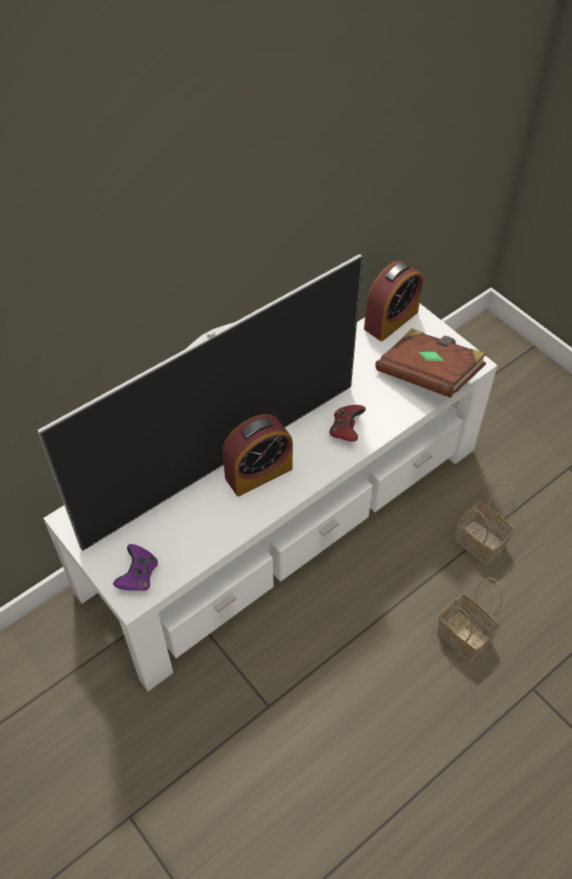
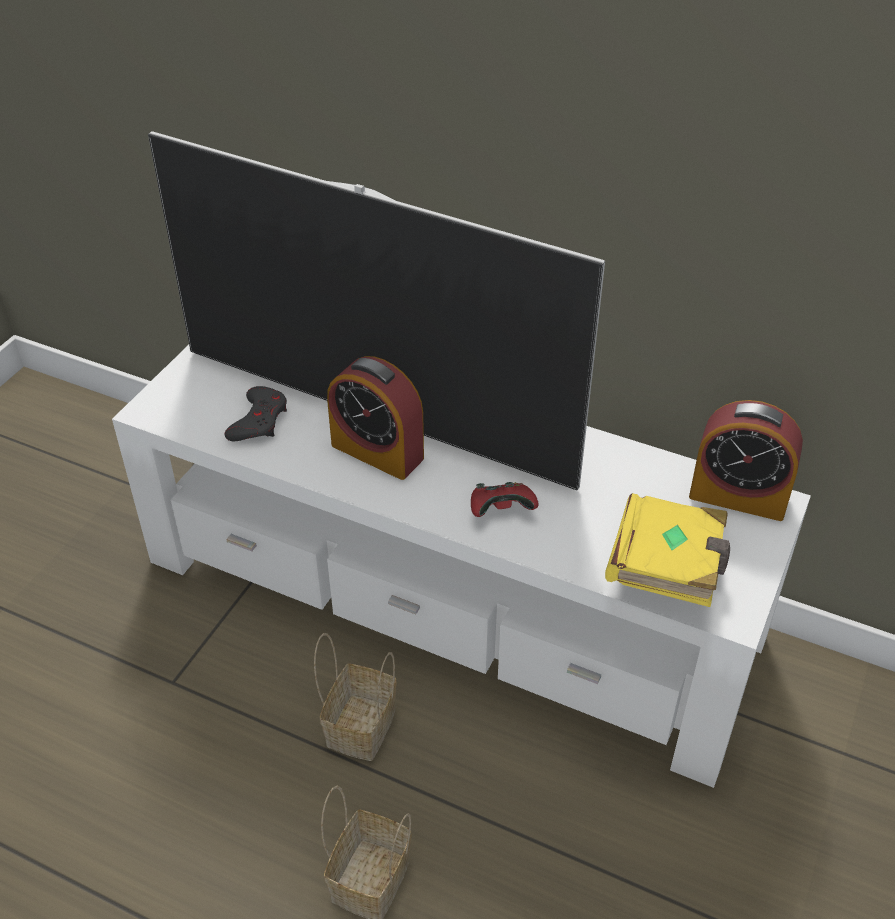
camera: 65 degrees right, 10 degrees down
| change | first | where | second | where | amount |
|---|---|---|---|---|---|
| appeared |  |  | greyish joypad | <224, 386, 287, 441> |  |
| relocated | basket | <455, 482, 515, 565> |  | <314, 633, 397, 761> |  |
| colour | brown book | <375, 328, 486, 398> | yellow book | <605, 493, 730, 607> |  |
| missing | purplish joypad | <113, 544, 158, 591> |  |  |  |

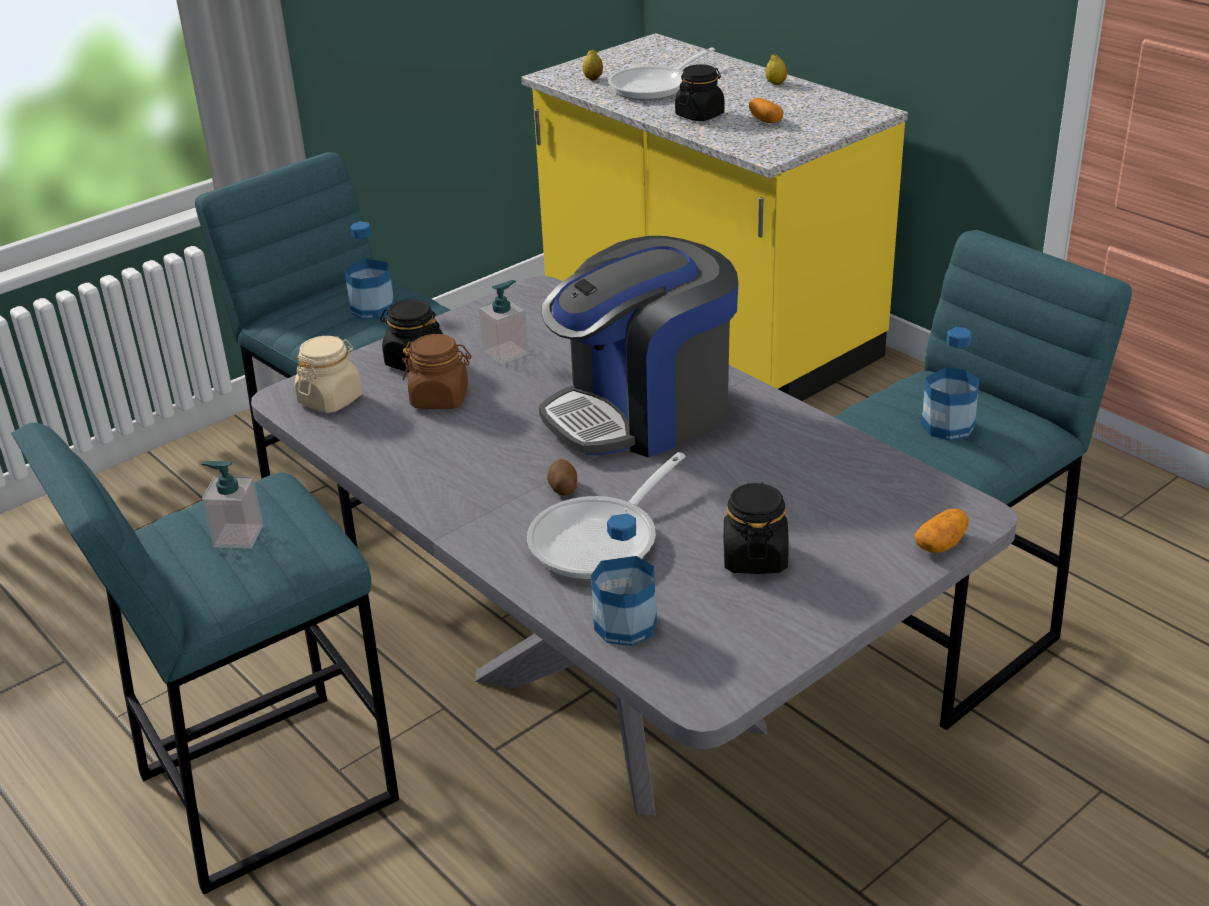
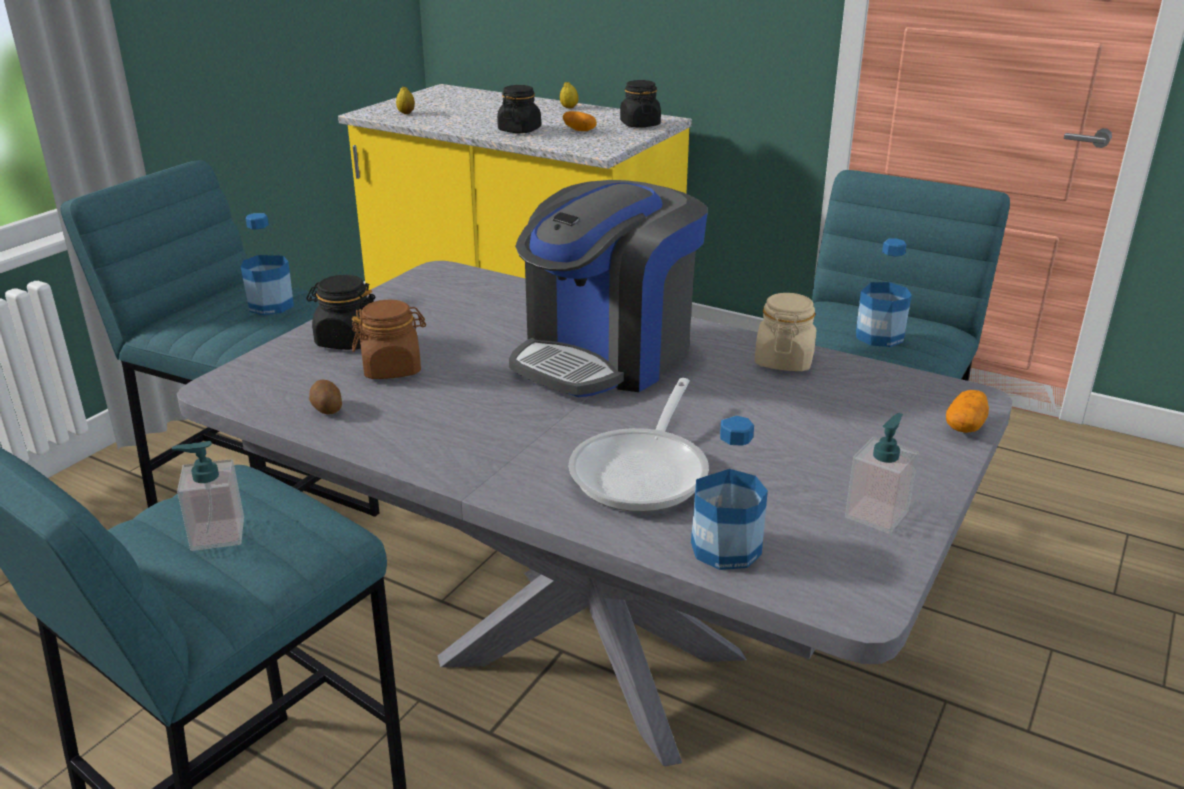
camera: 20 degrees left, 5 degrees down
| change | first | where | second | where | amount |
|---|---|---|---|---|---|
| relocated | spud | <547, 459, 577, 496> |  | <309, 379, 342, 415> |  |
| relocated | black-coloured storage jar | <724, 483, 789, 574> |  | <620, 80, 661, 128> |  |
| relocated | beige-coloured storage jar | <295, 336, 363, 413> |  | <755, 293, 816, 371> |  |
| relocated | soap dispenser | <478, 280, 529, 364> |  | <845, 413, 919, 534> |  |
| missing | frying pan | <608, 47, 715, 100> |  |  |  |

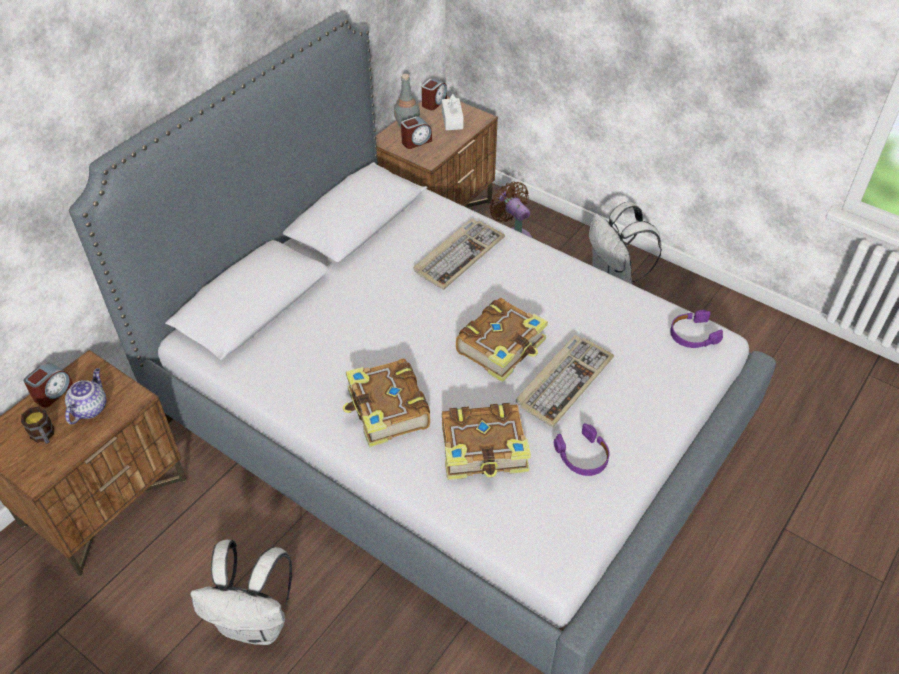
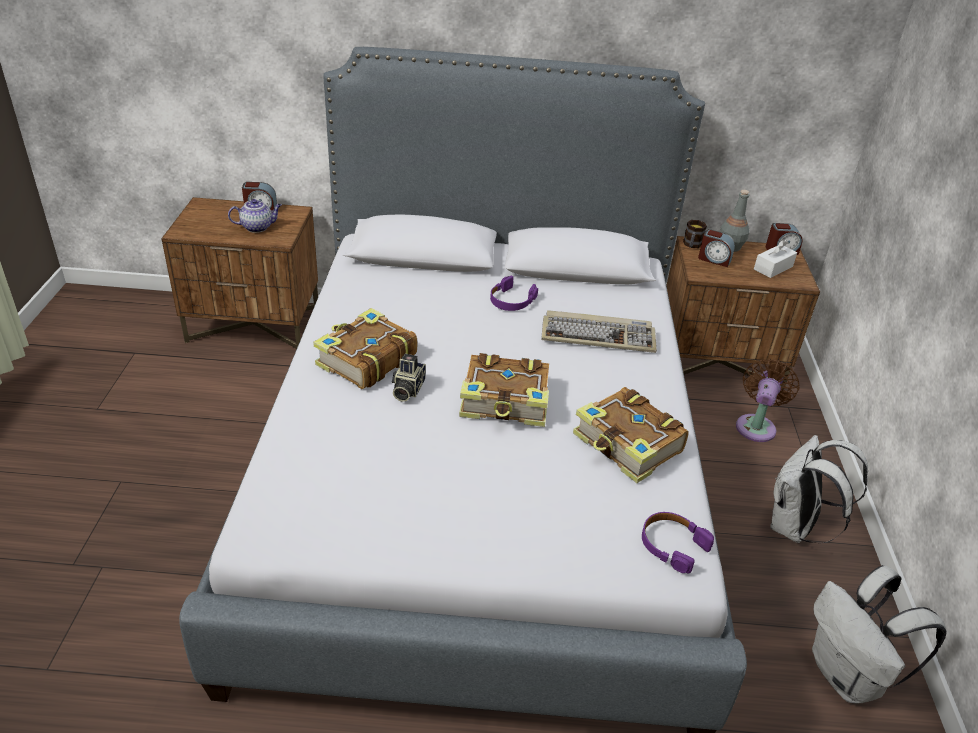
camera: 55 degrees right, 10 degrees down
| change | first | where | second | where | amount |
|---|---|---|---|---|---|
| appeared |  |  | photo camera | <392, 354, 426, 402> |  |
| relocated | purplish headset | <554, 423, 610, 476> |  | <490, 276, 538, 311> |  |
| relocated | book | <442, 403, 531, 480> |  | <573, 387, 689, 483> |  |
| relocated | coffee mug | <21, 406, 54, 444> |  | <683, 220, 707, 248> |  |
| relocated | whitish backpack | <190, 539, 292, 645> |  | <812, 565, 947, 704> |  |
| missing | keyboard | <516, 335, 614, 427> |  |  |  |

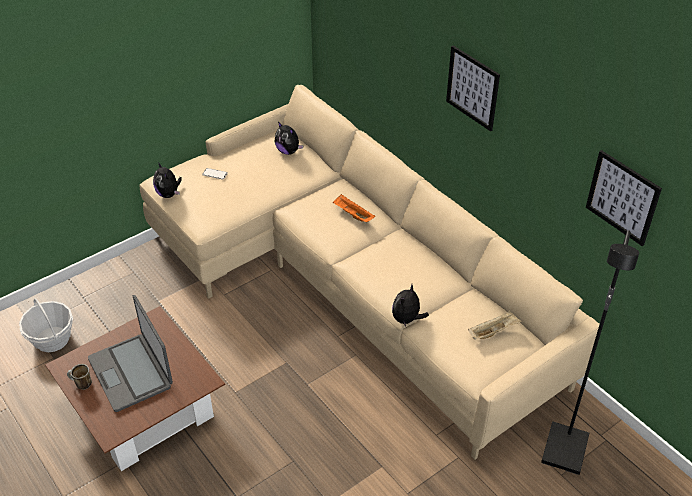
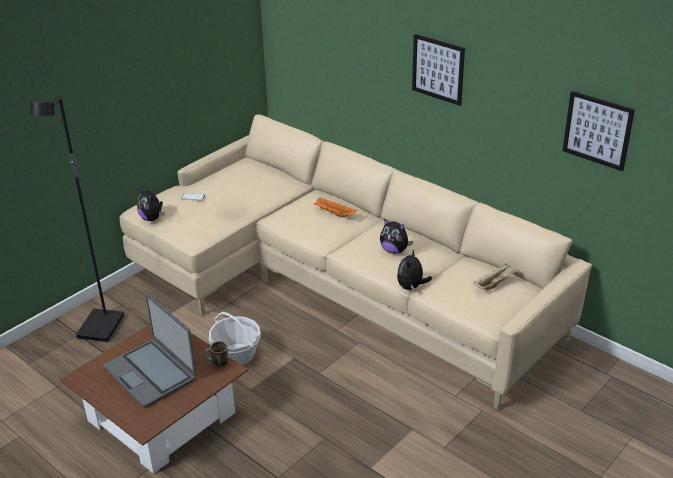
camera: 10 degrees left, 10 degrees down
| change | first | where | second | where | amount |
|---|---|---|---|---|---|
| relocated | black-coloured standard lamp | <541, 230, 639, 475> |  | <30, 96, 124, 342> |  |
| relocated | coffee mug | <67, 364, 92, 390> |  | <205, 341, 228, 368> |  |
| relocated | basket | <19, 298, 73, 352> |  | <209, 312, 261, 365> |  |
| relocated | soft toy | <274, 122, 303, 155> |  | <380, 218, 413, 254> |  |

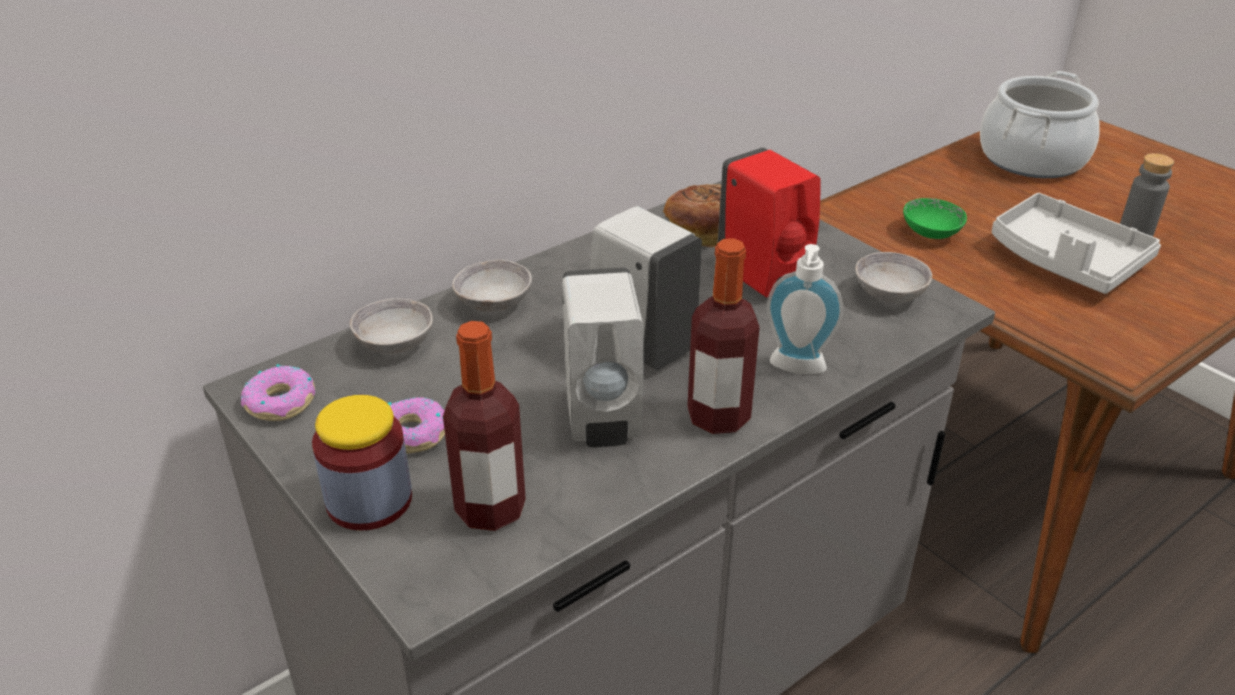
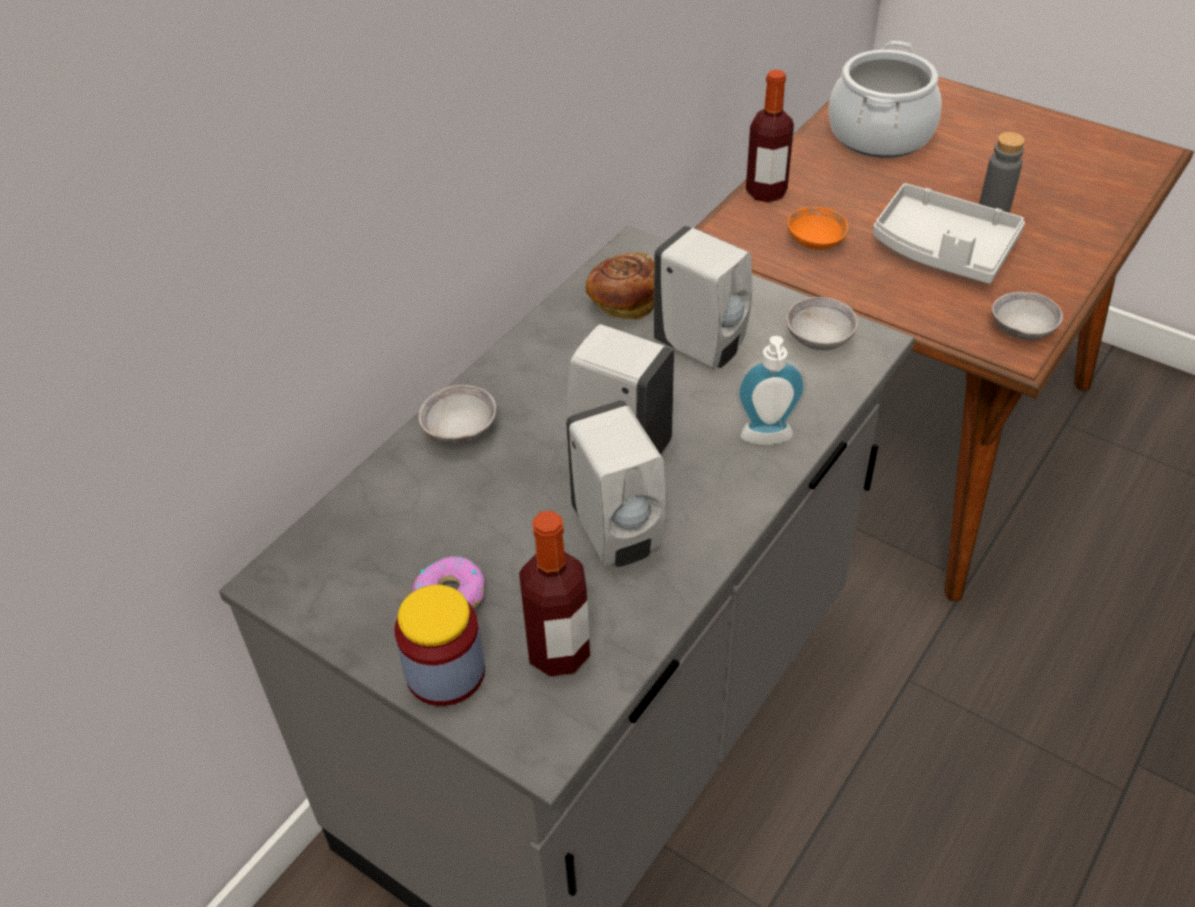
camera: 15 degrees left, 10 degrees up
| change | first | where | second | where | amount |
|---|---|---|---|---|---|
| colour | red-coloured soap dispenser | <718, 147, 821, 297> | whitish soap dispenser | <654, 226, 752, 369> |  |
| relocated | beverage bottle | <687, 238, 760, 434> |  | <746, 69, 794, 202> |  |
| colour | green-coloured serving bowl | <903, 198, 967, 239> | orange-coloured serving bowl | <787, 207, 849, 250> |  |
| relocated | greyish serving bowl | <350, 298, 433, 354> |  | <992, 292, 1063, 340> |  |
| missing | ring doughnut | <241, 364, 315, 421> |  |  |  |

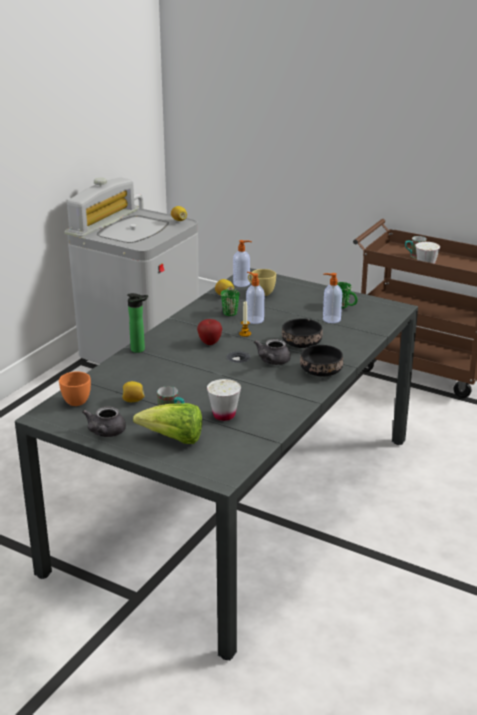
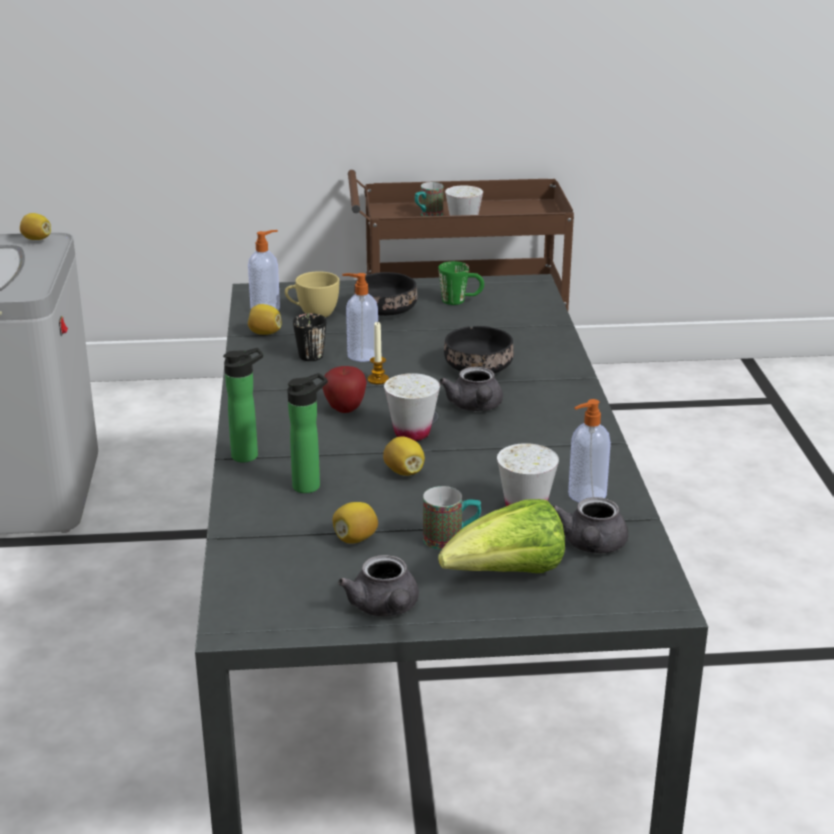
camera: 35 degrees left, 0 degrees up
| change | first | where | second | where | amount |
|---|---|---|---|---|---|
| appeared |  |  | beverage bottle | <287, 373, 328, 493> |  |
| colour | green-coloured coffee mug | <221, 289, 240, 316> | black-coloured coffee mug | <293, 313, 326, 361> |  |
| relocated | black-coloured serving bowl | <300, 345, 343, 377> |  | <354, 272, 417, 316> |  |
| appeared |  |  | lemon | <383, 436, 425, 476> |  |
| appeared |  |  | whitish drinking cup | <384, 373, 440, 441> |  |
| appeared |  |  | greyish teapot | <553, 497, 628, 553> |  |
| relocated | soap dispenser | <323, 273, 342, 323> |  | <568, 399, 611, 503> |  |
| missing | orange-coloured drinking cup | <59, 371, 91, 406> |  |  |  |

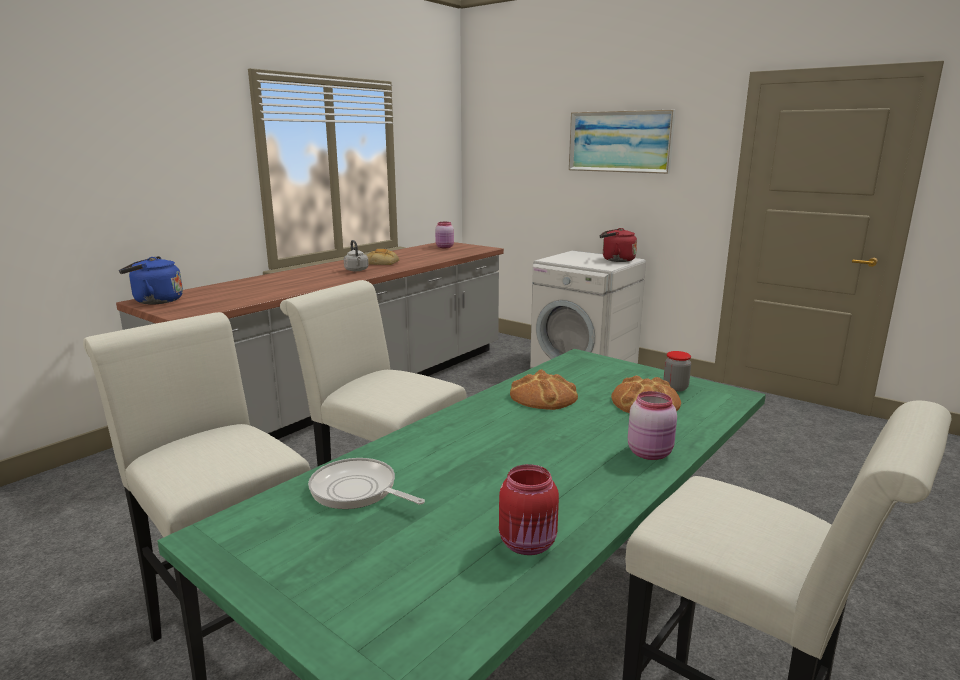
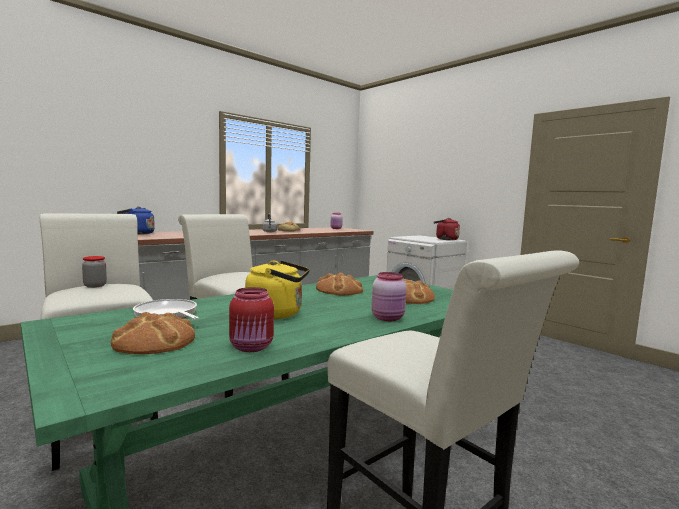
camera: 10 degrees right, 10 degrees down
| change | first | where | second | where | amount |
|---|---|---|---|---|---|
| relocated | storage jar | <663, 351, 691, 392> |  | <82, 256, 107, 288> |  |
| appeared |  |  | baked bread | <111, 312, 195, 354> |  |
| appeared |  |  | yellow water kettle | <245, 261, 309, 319> |  |
| missing | wall picture | <569, 110, 675, 174> |  |  |  |

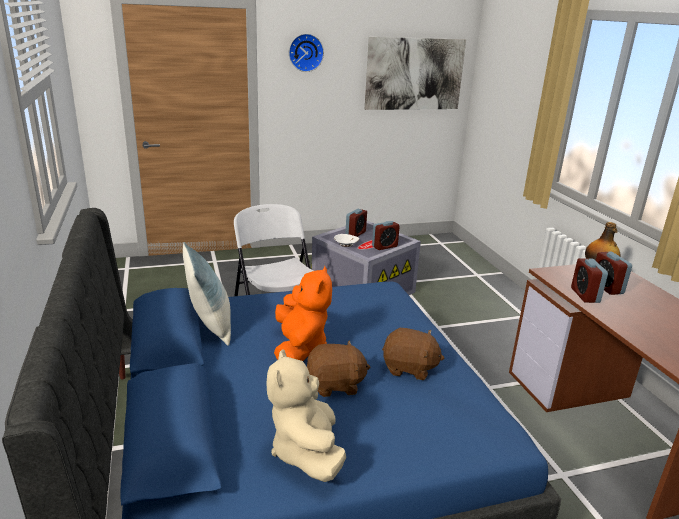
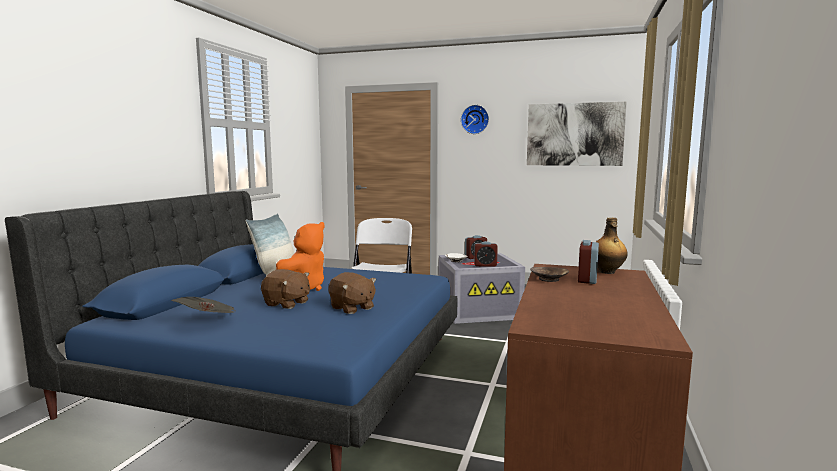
camera: 35 degrees right, 15 degrees down
| change | first | where | second | where | amount |
|---|---|---|---|---|---|
| exchanged | beige-coloured soft toy | <266, 349, 346, 482> | daily paper | <171, 297, 234, 313> |  |
| exchanged | bedside clock | <571, 258, 608, 303> | brown serving bowl | <530, 267, 569, 282> |  |

